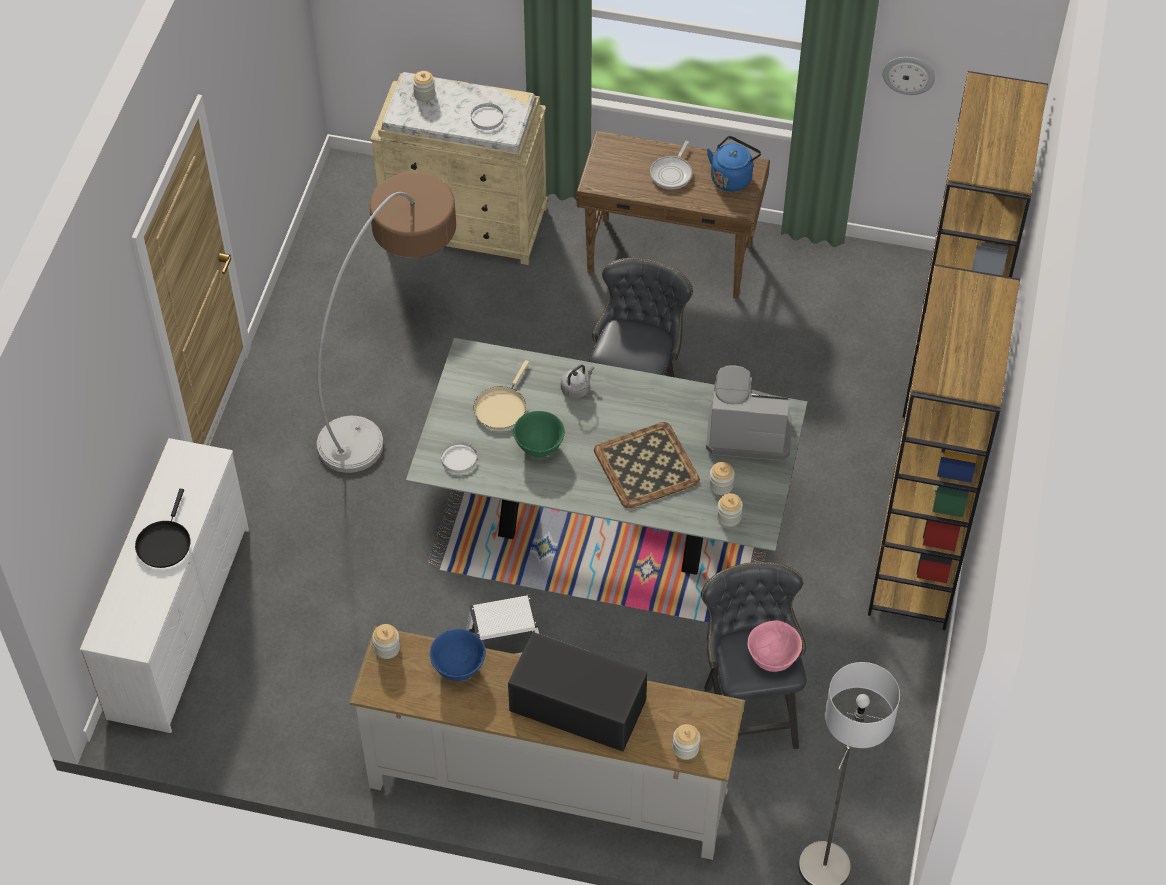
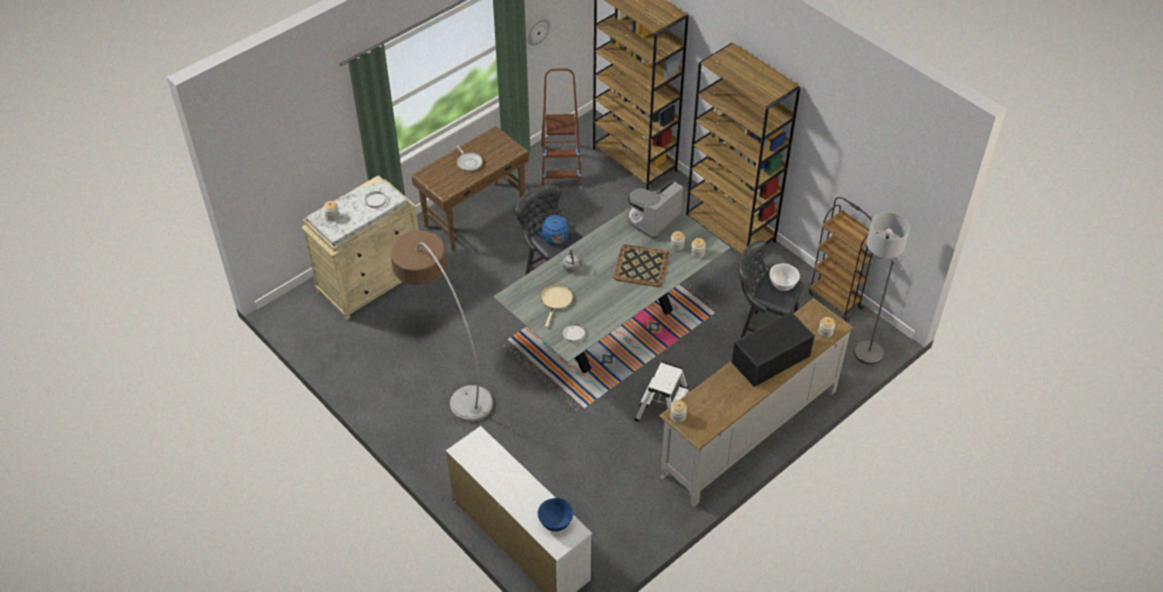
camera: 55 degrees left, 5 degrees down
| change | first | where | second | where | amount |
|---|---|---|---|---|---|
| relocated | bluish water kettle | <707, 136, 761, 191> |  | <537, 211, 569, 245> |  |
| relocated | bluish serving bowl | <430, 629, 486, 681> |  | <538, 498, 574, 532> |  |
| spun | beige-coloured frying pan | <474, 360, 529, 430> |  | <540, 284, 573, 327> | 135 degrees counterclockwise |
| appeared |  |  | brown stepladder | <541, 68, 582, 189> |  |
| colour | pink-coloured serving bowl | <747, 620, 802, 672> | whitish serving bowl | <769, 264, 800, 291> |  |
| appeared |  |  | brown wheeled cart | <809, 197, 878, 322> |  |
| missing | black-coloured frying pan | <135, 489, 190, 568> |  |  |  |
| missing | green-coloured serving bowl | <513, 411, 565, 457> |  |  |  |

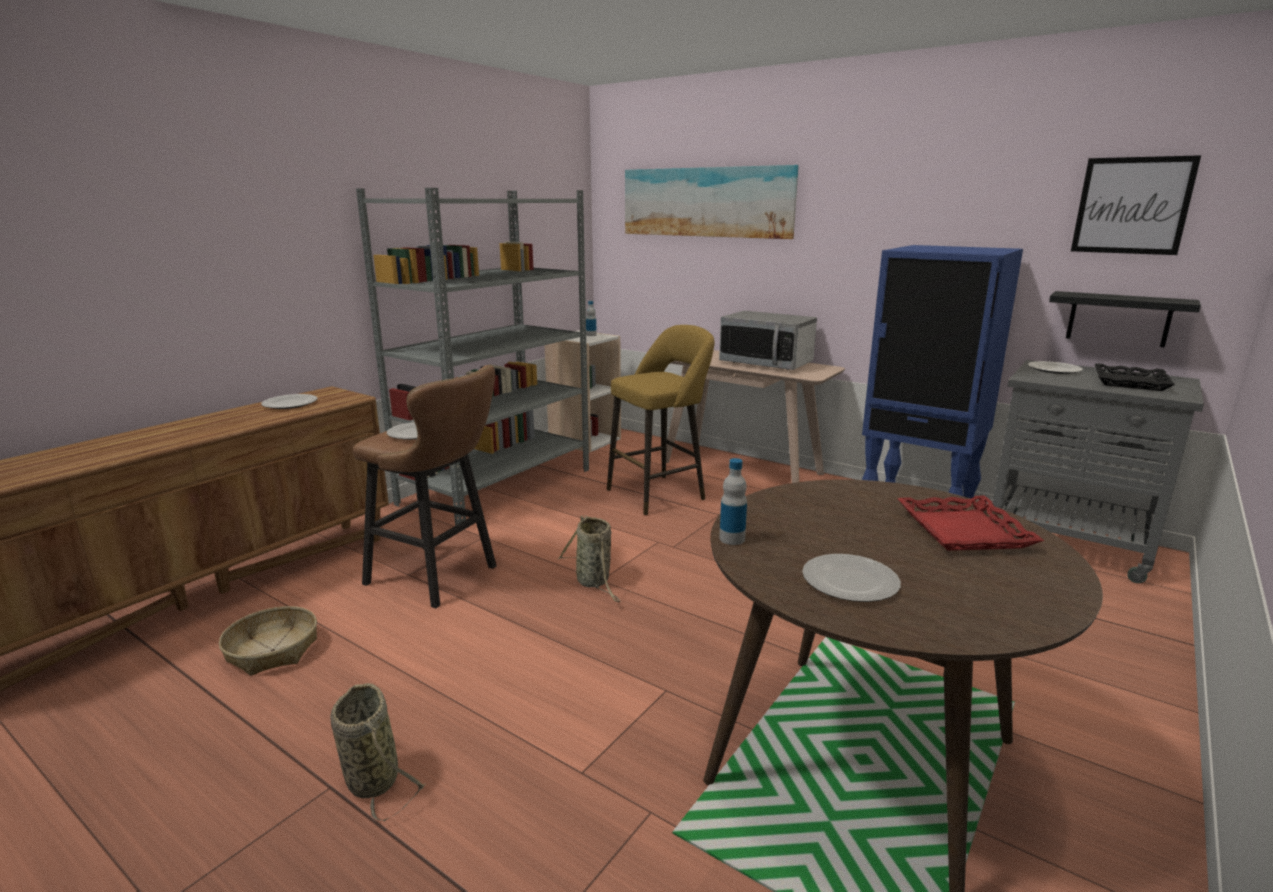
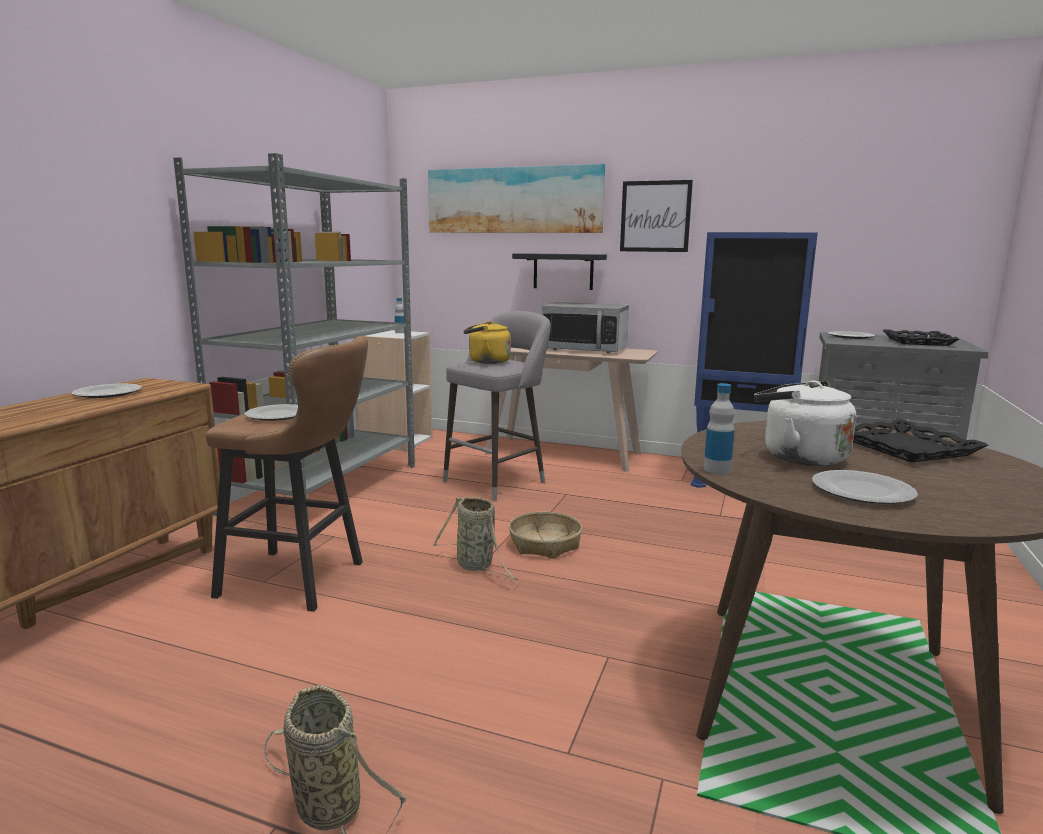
camera: 15 degrees left, 5 degrees down
| change | first | where | second | where | amount |
|---|---|---|---|---|---|
| colour | yellow sitting stool | <607, 325, 714, 515> | greyish sitting stool | <443, 311, 551, 501> |  |
| appeared |  |  | yellow water kettle | <463, 321, 511, 364> |  |
| relocated | basket | <219, 606, 317, 676> |  | <509, 512, 582, 559> |  |
| relocated | black-coloured shelf | <1049, 291, 1201, 347> |  | <512, 253, 607, 290> |  |
| relocated | wall picture | <1071, 155, 1201, 255> |  | <620, 180, 693, 252> |  |
| appeared |  |  | whitish water kettle | <754, 381, 856, 466> |  |
| colour | red-coloured carrying tray | <898, 496, 1044, 551> | black-coloured carrying tray | <853, 419, 989, 463> |  |

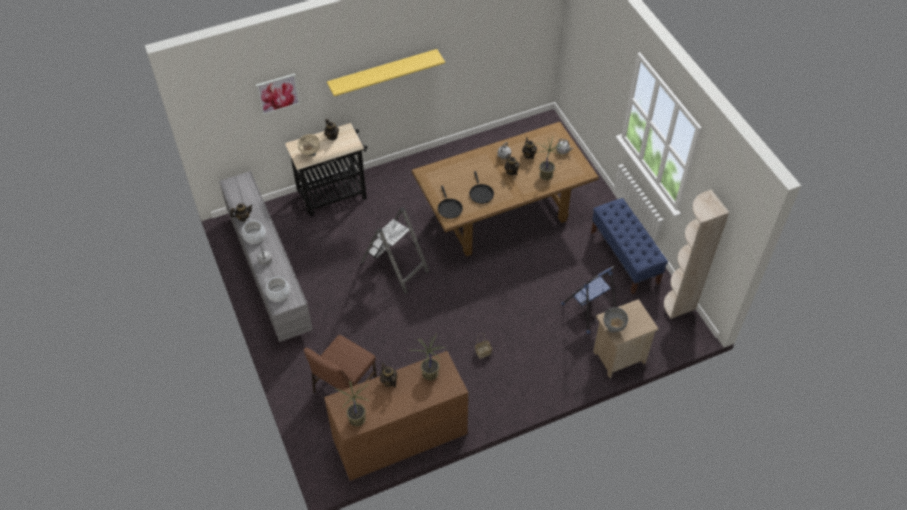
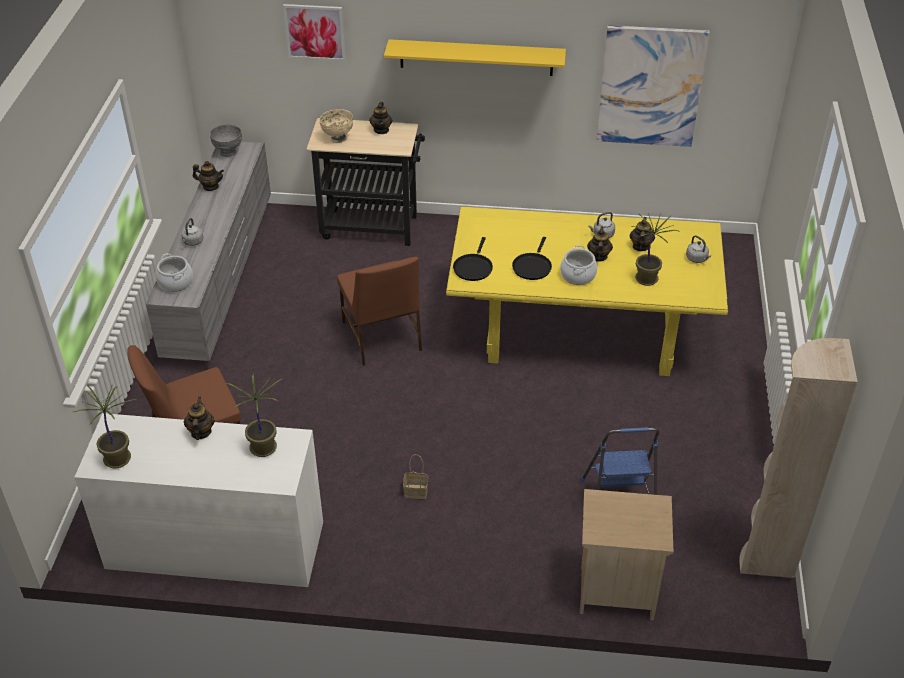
camera: 30 degrees right, 10 degrees down
| change | first | where | second | where | amount |
|---|---|---|---|---|---|
| colour | brown dresser | <324, 351, 468, 481> | whitish dresser | <74, 413, 323, 587> |  |
| relocated | greyish serving bowl | <604, 307, 628, 333> |  | <210, 124, 242, 157> |  |
| exchanged | greyish stepladder | <360, 207, 430, 294> | brown plain chair | <337, 257, 422, 366> |  |
| colour | brown dinner table | <412, 122, 599, 257> | yellow dinner table | <446, 207, 728, 376> |  |
| relocated | saucepot | <242, 218, 266, 244> |  | <560, 245, 597, 285> |  |
| appeared |  |  | wall picture | <597, 25, 710, 147> |  |
| missing | bluish long seat | <591, 198, 668, 294> |  |  |  |

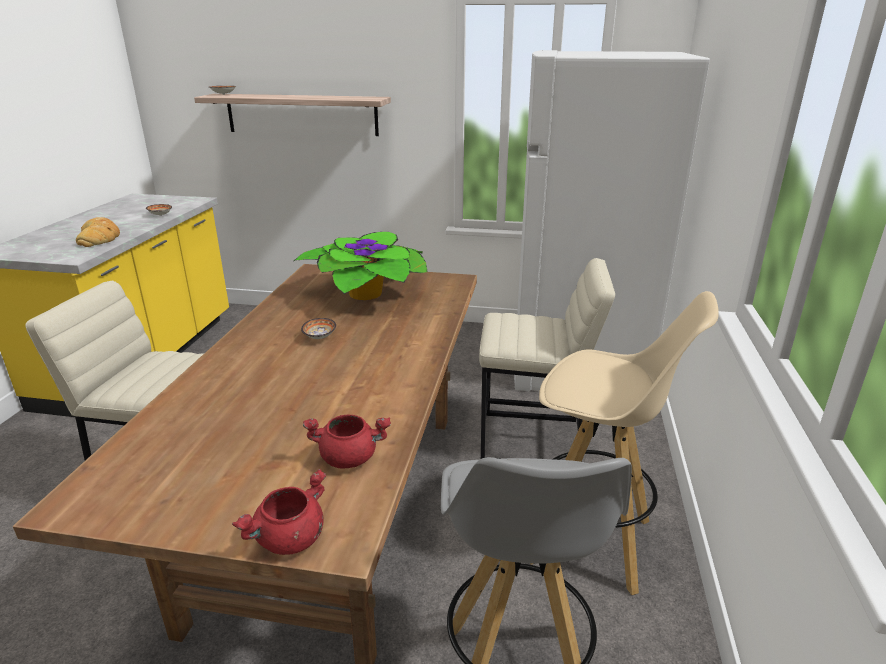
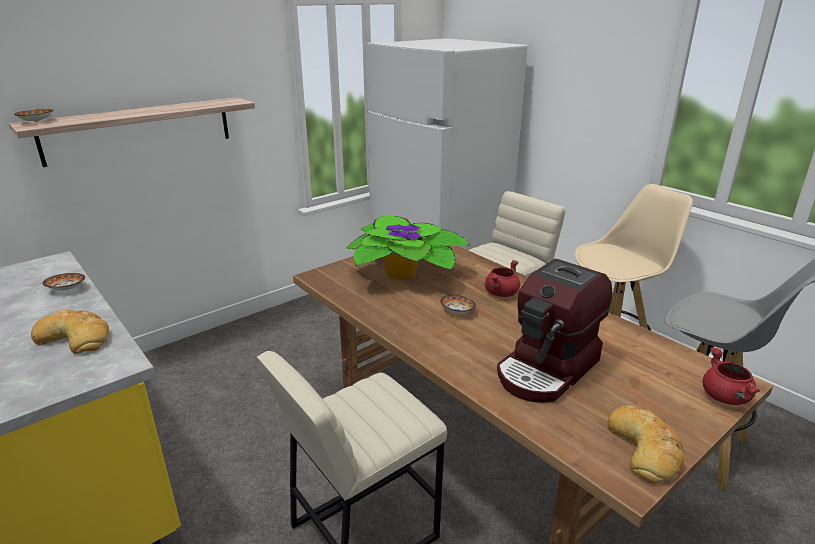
camera: 50 degrees left, 0 degrees up
| change | first | where | second | where | amount |
|---|---|---|---|---|---|
| relocated | red-coloured saucepot | <303, 415, 391, 469> |  | <485, 260, 520, 297> |  |
| appeared |  |  | coffee brewer | <497, 259, 612, 403> |  |
| appeared |  |  | baked bread | <607, 406, 685, 484> |  |

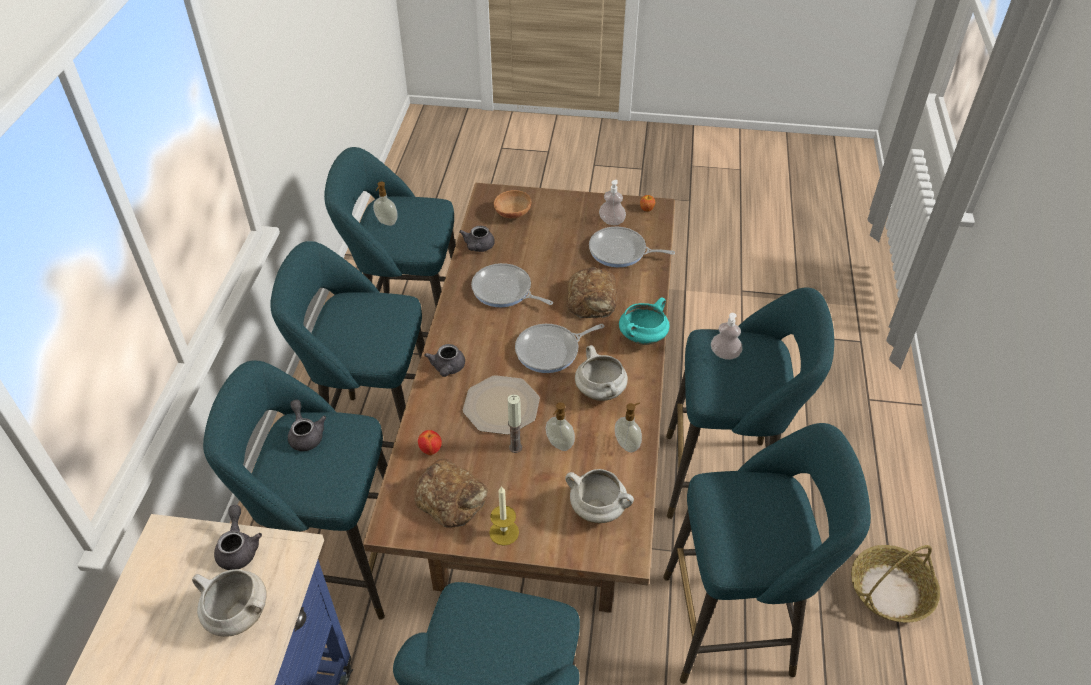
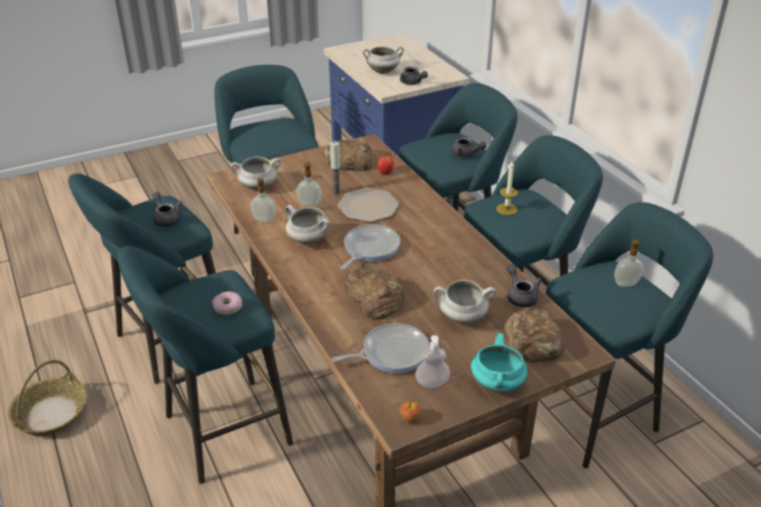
camera: 145 degrees right, 10 degrees down
| change | first | where | second | where | amount |
|---|---|---|---|---|---|
| relocated | greyish teapot | <424, 344, 465, 377> |  | <152, 192, 182, 227> |  |
| exchanged | soap dispenser | <711, 313, 743, 360> | ring doughnut | <212, 291, 242, 315> |  |
| appeared |  |  | whitish saucepot | <433, 280, 496, 323> |  |
| relocated | blue-green saucepot | <619, 297, 670, 345> |  | <471, 333, 528, 392> |  |
| relocated | wax candle | <489, 486, 519, 546> |  | <496, 161, 518, 215> |  |
| exchanged | brown serving bowl | <494, 190, 531, 218> | baked bread | <505, 307, 565, 363> |  |
| missing | frying pan | <471, 263, 553, 307> |  |  |  |

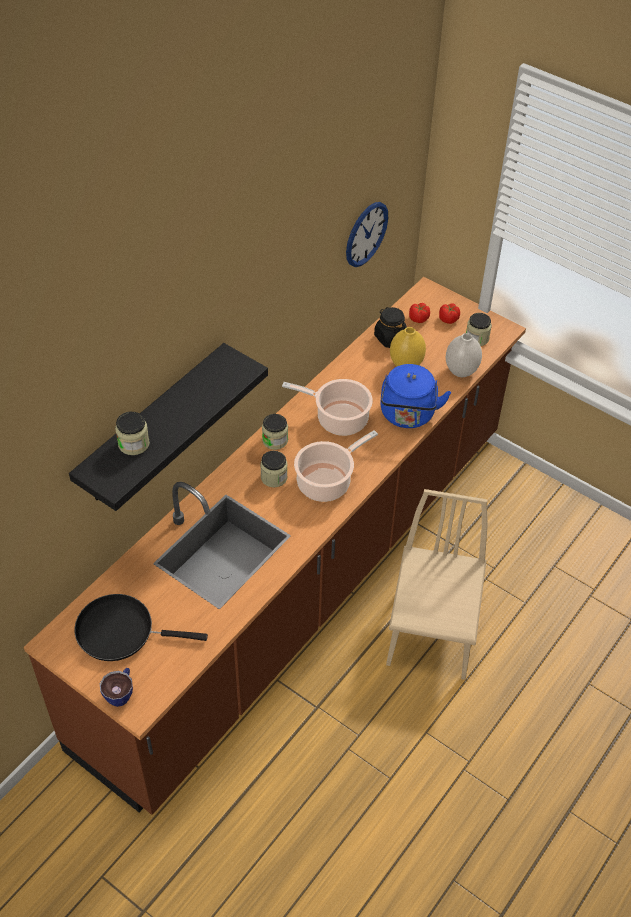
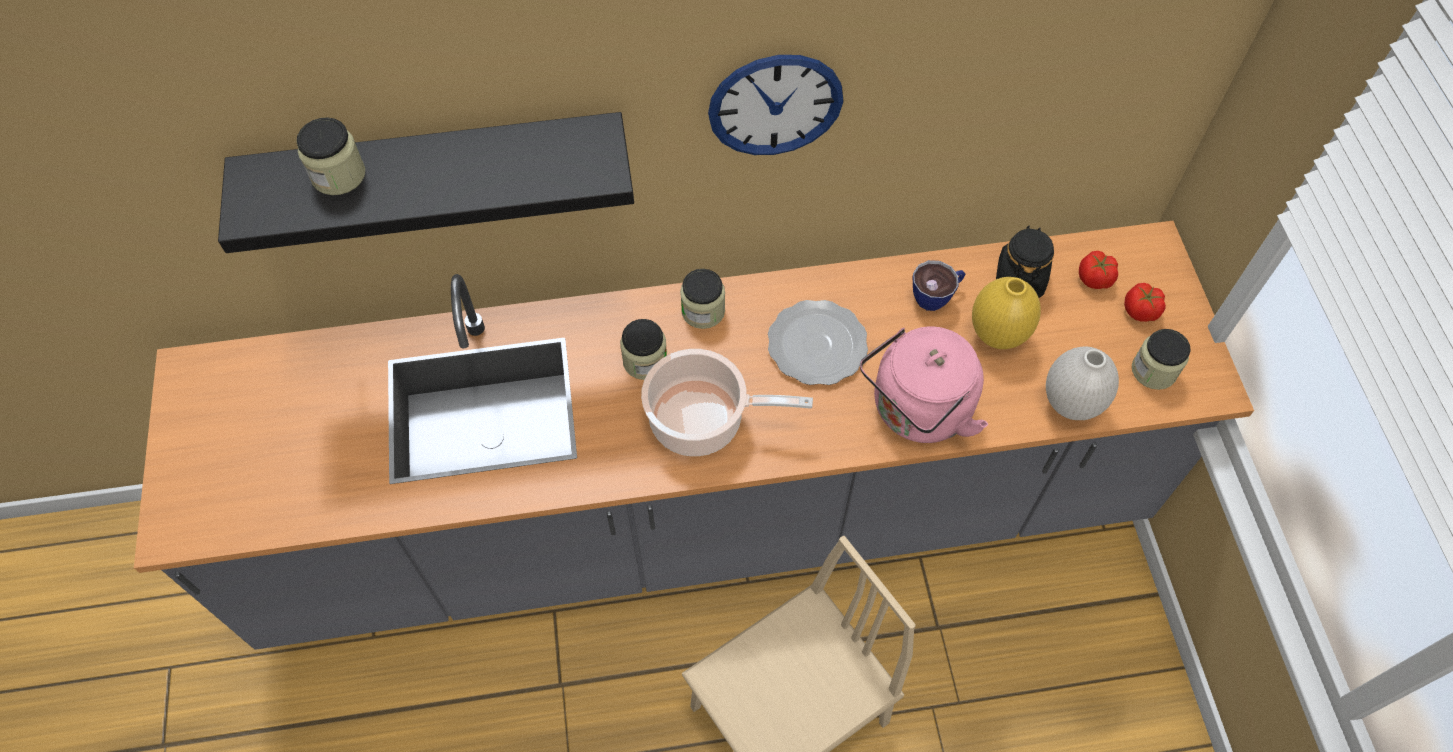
camera: 45 degrees right, 10 degrees up
| change | first | where | second | where | amount |
|---|---|---|---|---|---|
| colour | brown kitchen counter | <24, 277, 526, 815> | greyish kitchen counter | <134, 221, 1254, 650> |  |
| relocated | wall clock | <346, 202, 388, 267> |  | <708, 55, 844, 155> |  |
| exchanged | saucepot | <282, 379, 373, 436> | flat dish | <768, 300, 868, 385> |  |
| colour | bluish water kettle | <380, 364, 451, 428> | pink-coloured water kettle | <860, 327, 988, 443> |  |
| relocated | drinking cup | <100, 668, 133, 707> |  | <913, 260, 965, 311> |  |
| missing | black-coloured frying pan | <74, 594, 208, 661> |  |  |  |

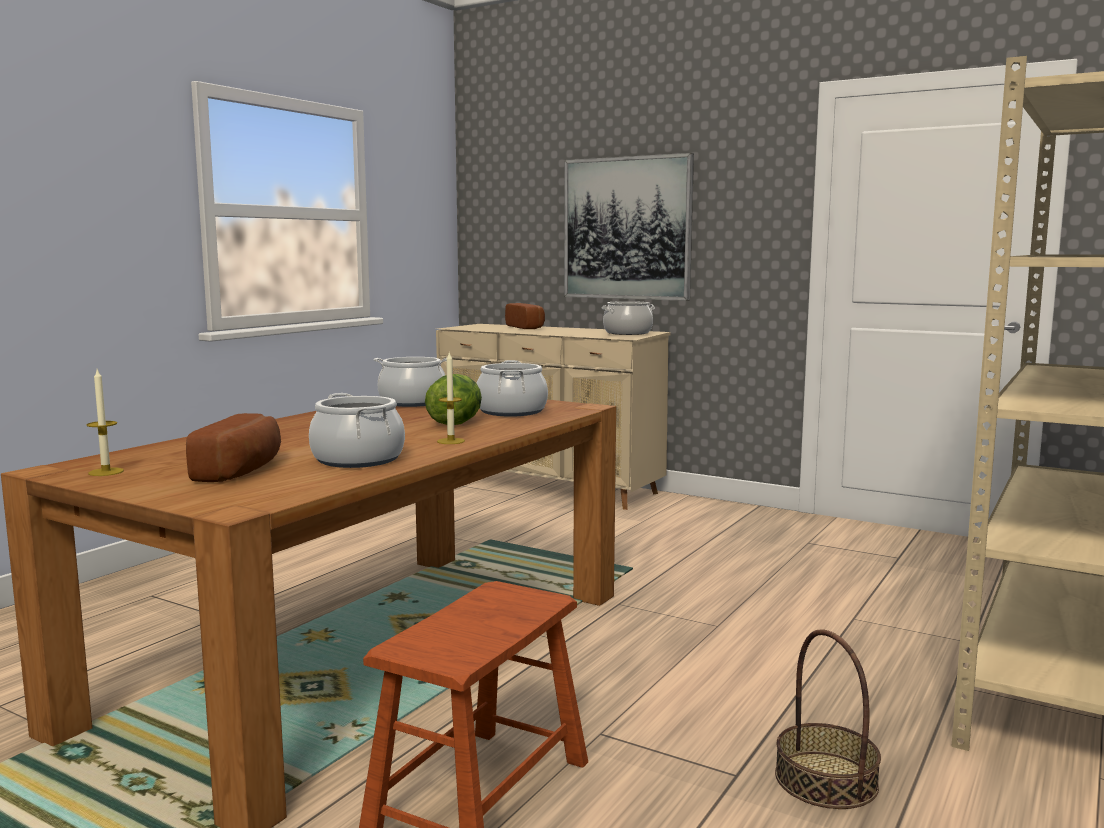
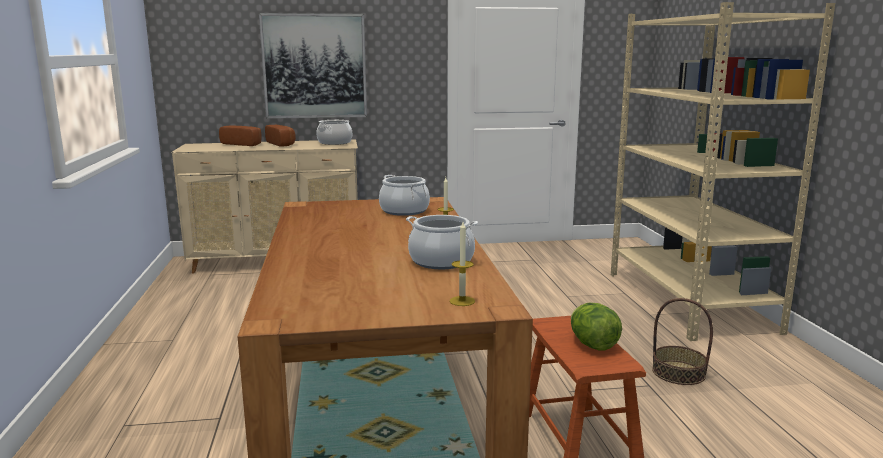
camera: 40 degrees left, 5 degrees up
| change | first | where | second | where | amount |
|---|---|---|---|---|---|
| relocated | baked bread | <186, 413, 281, 482> |  | <265, 125, 296, 147> |  |
| relocated | wax candle | <87, 370, 124, 476> |  | <449, 222, 475, 306> |  |
| relocated | lettuce head | <425, 374, 482, 425> |  | <571, 303, 622, 351> |  |
| missing | saucepot | <374, 357, 446, 407> |  |  |  |

